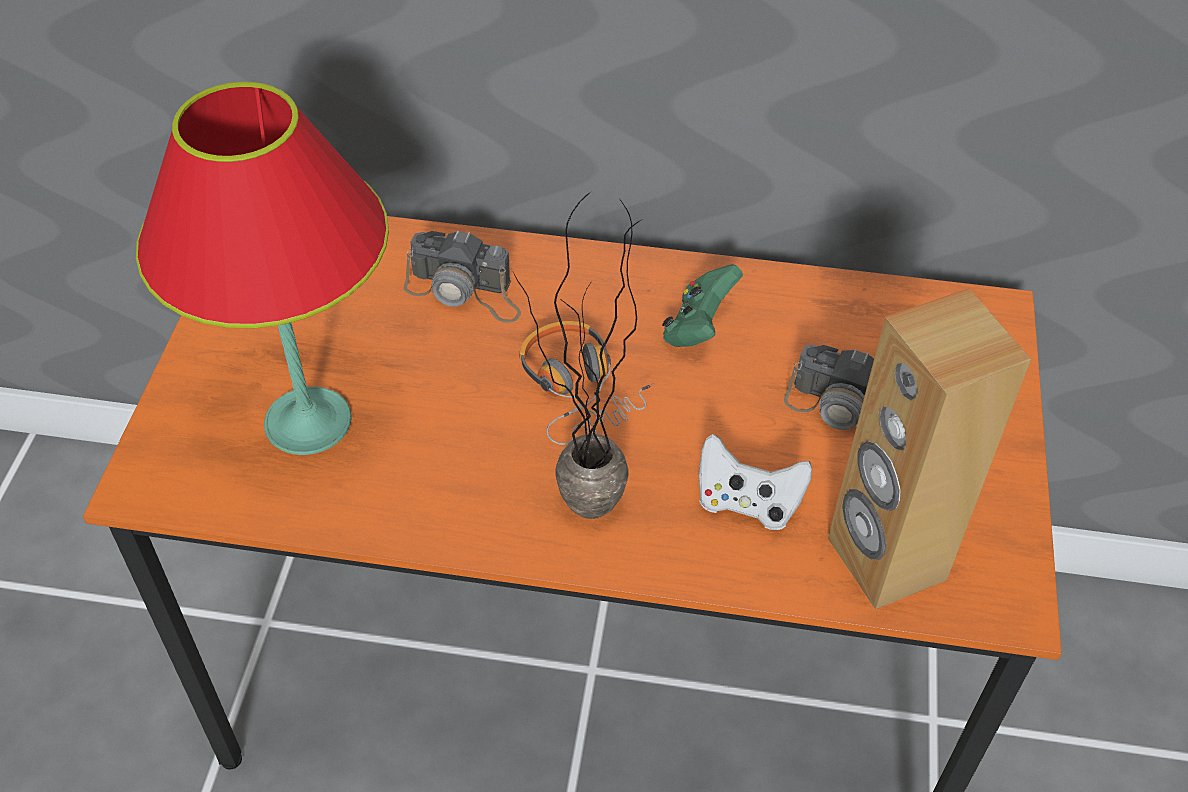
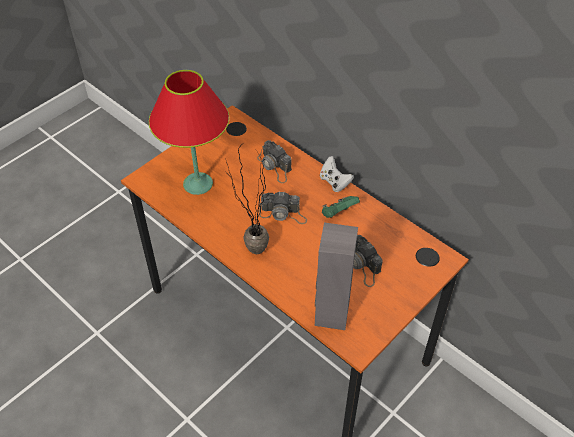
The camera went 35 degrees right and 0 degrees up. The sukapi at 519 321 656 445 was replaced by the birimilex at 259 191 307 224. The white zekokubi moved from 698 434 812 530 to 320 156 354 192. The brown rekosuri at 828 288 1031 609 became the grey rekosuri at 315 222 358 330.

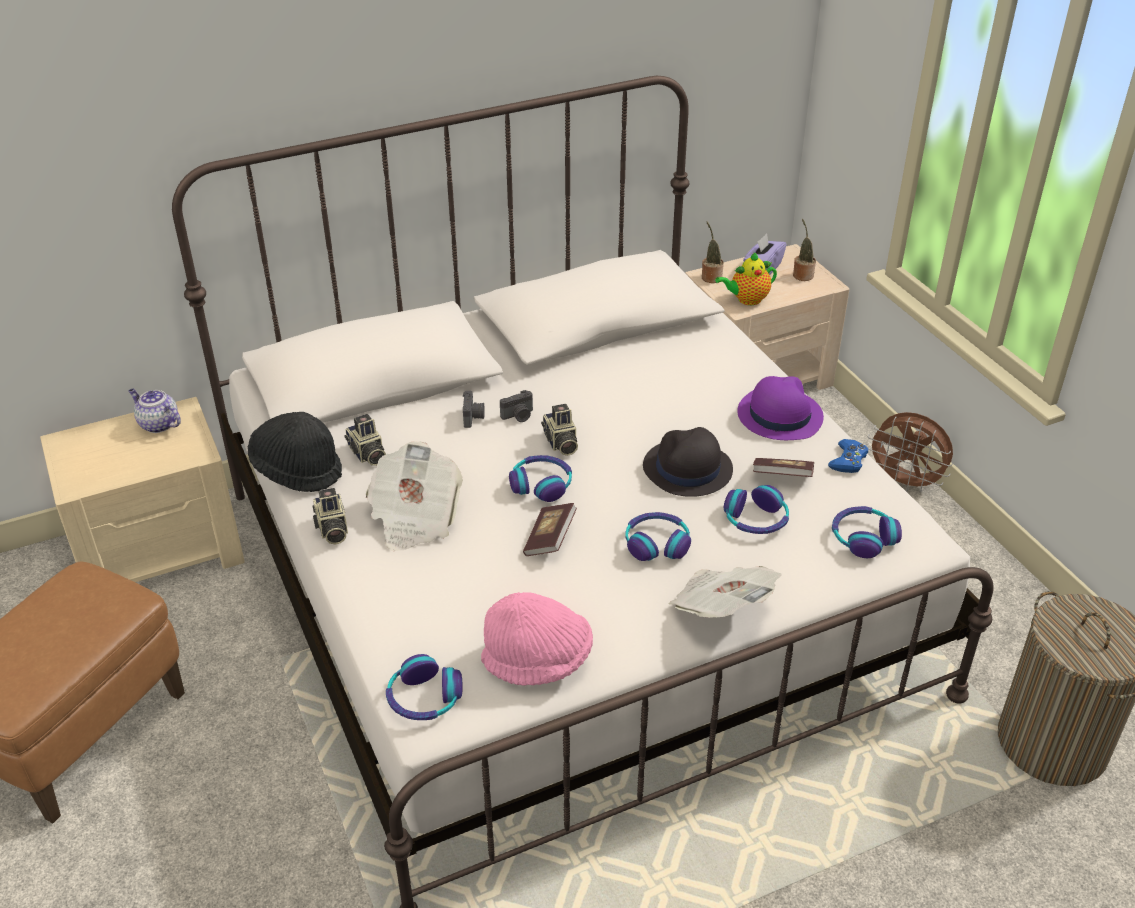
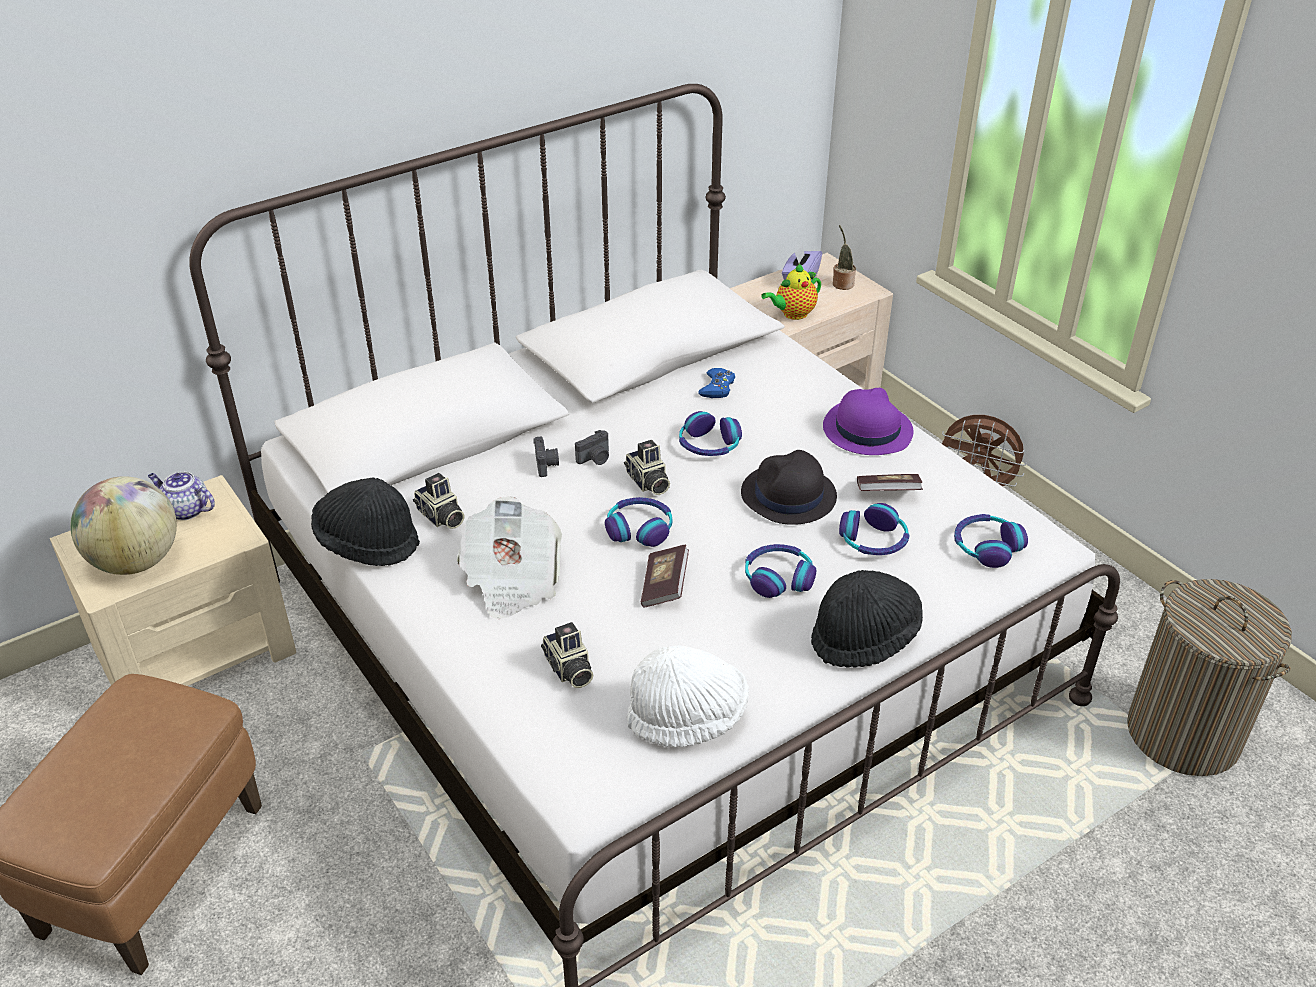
The camera went 10 degrees left and 0 degrees up. The birimilex moved from 313 488 348 545 to 541 622 593 688. The sukapi moved from 386 654 463 720 to 679 411 742 456. The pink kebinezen at 481 592 593 686 became the white kebinezen at 627 645 749 748. The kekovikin at 669 566 782 618 was replaced by the black kebinezen at 811 570 923 668. The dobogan at 702 222 724 283 disappeared. The blue zekokubi moved from 828 439 868 473 to 698 368 735 398. The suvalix at 70 476 177 575 appeared.

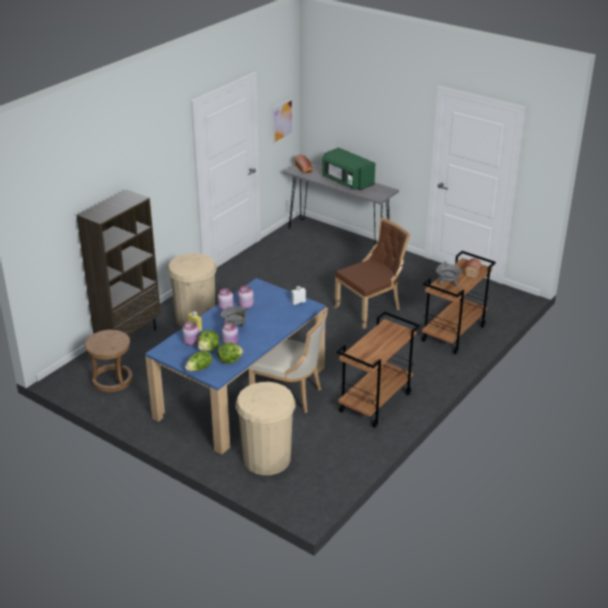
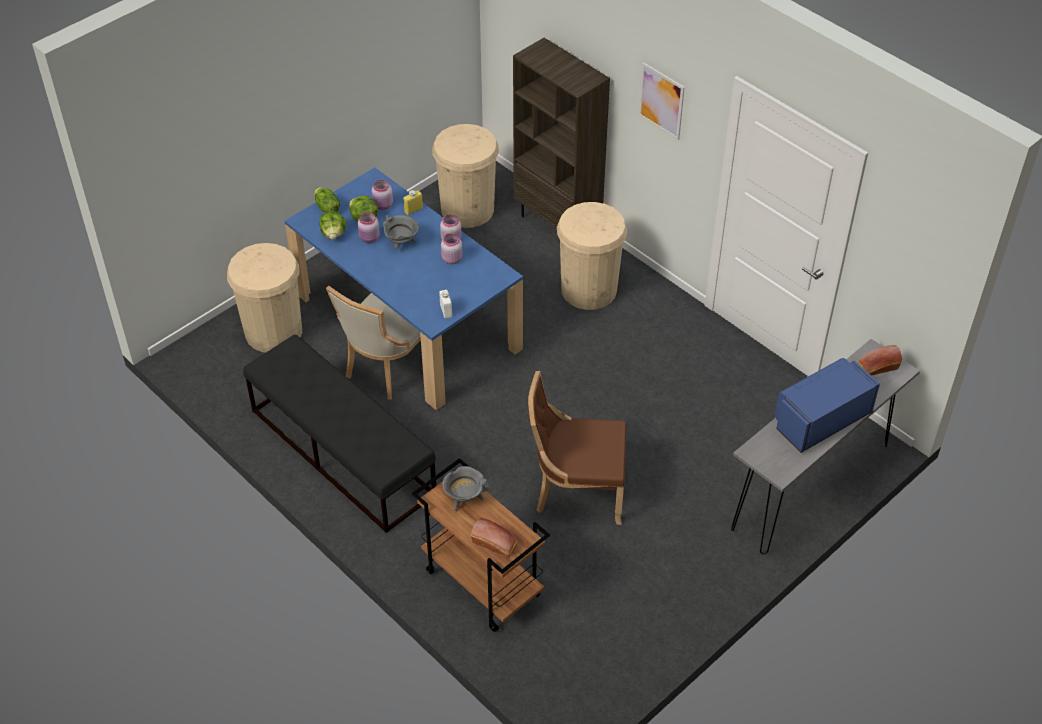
The camera went 100 degrees right and 15 degrees up. The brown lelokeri at 85 330 133 392 was replaced by the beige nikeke at 432 124 499 228. The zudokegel moved from 272 98 293 144 to 638 62 685 140. The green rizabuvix at 322 147 375 190 became the blue rizabuvix at 775 358 880 453. The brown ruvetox at 334 217 410 329 turned 120 degrees clockwise. The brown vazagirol at 336 311 420 427 was replaced by the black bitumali at 243 335 436 533.

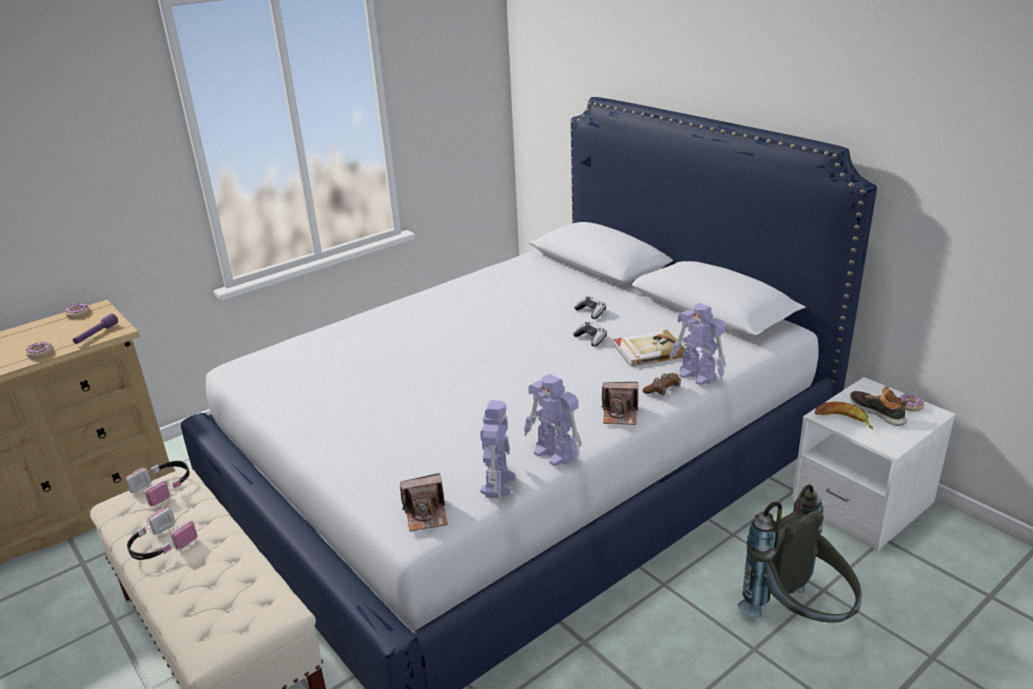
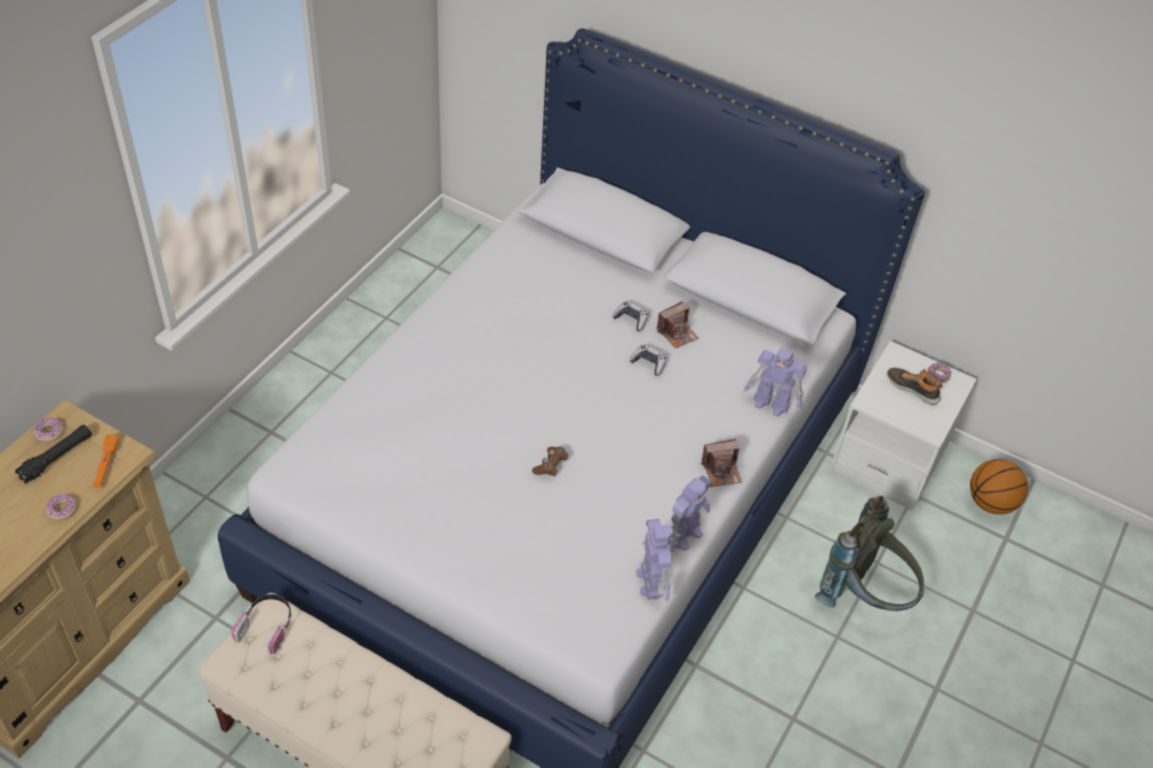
The camera went 25 degrees left and 20 degrees up. The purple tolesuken at 73 313 118 344 became the orange tolesuken at 93 434 120 488. The sukapi at 127 507 198 560 disappeared. The birimilex moved from 400 473 448 532 to 657 301 698 348. The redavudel at 524 374 582 466 turned 75 degrees counterclockwise. The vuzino at 614 330 686 367 disappeared. The brown zekokubi moved from 643 373 681 396 to 532 447 568 476. The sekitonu at 815 401 873 429 disappeared. The black tolesuken at 15 425 92 484 appeared. The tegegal at 970 459 1028 515 appeared.

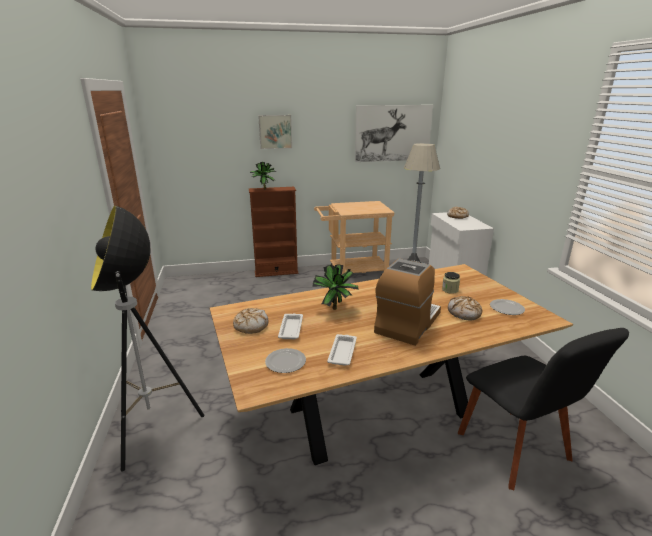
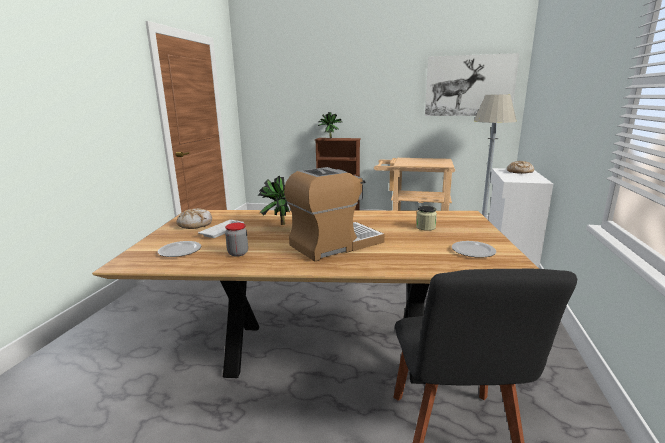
The camera went 25 degrees right and 5 degrees down. The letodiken at 91 205 204 472 disappeared. The zudokegel at 258 115 292 149 disappeared. The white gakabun at 327 334 357 366 was replaced by the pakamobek at 225 223 248 257. The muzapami at 448 296 482 320 disappeared.

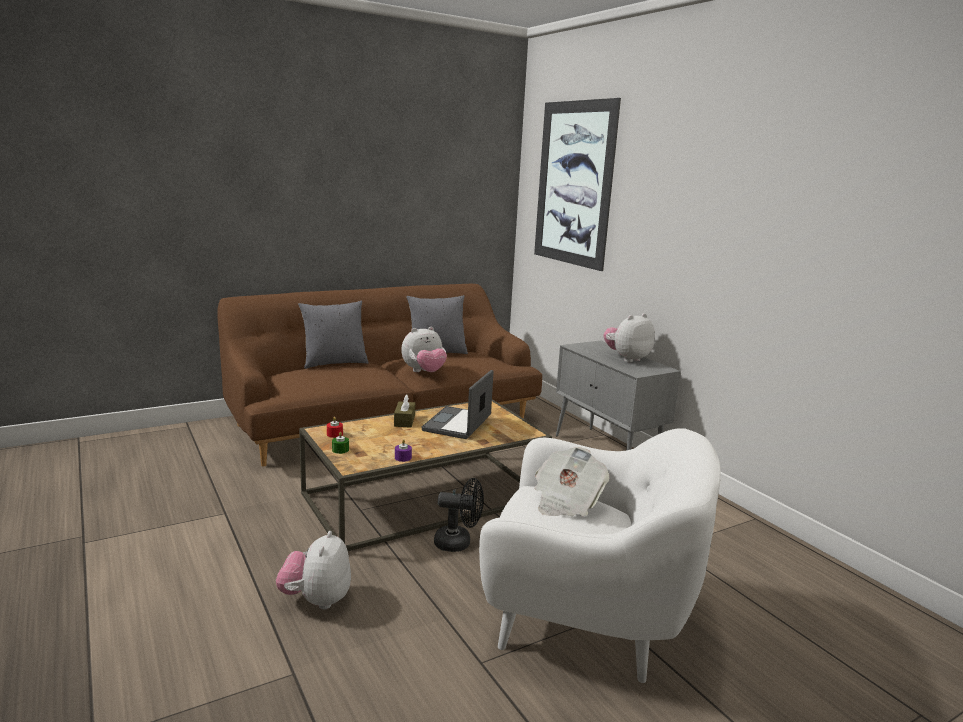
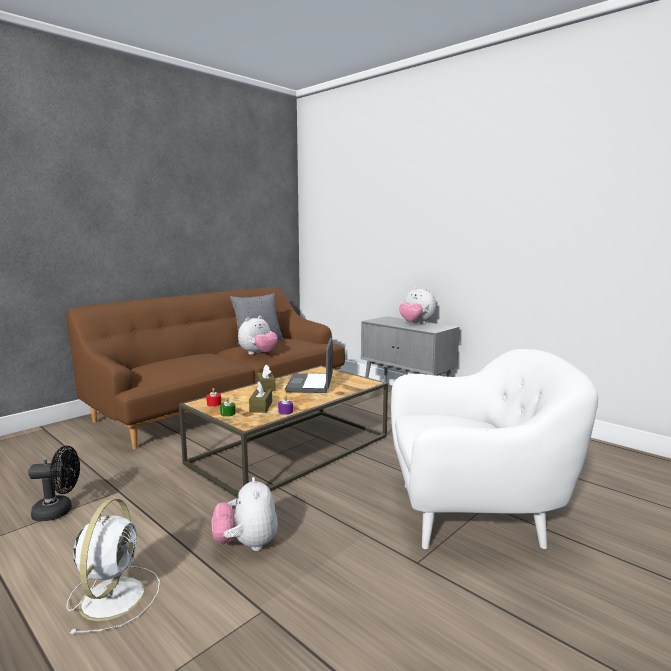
The camera went 15 degrees left and 5 degrees down. The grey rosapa at 298 301 369 369 disappeared. The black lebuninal moved from 434 478 484 552 to 28 446 80 521. The zudokegel at 534 98 621 271 disappeared. The kekovikin at 534 447 609 516 disappeared. The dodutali at 604 313 655 363 turned 90 degrees counterclockwise. The white lebuninal at 66 499 160 634 appeared. The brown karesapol at 249 382 272 413 appeared.

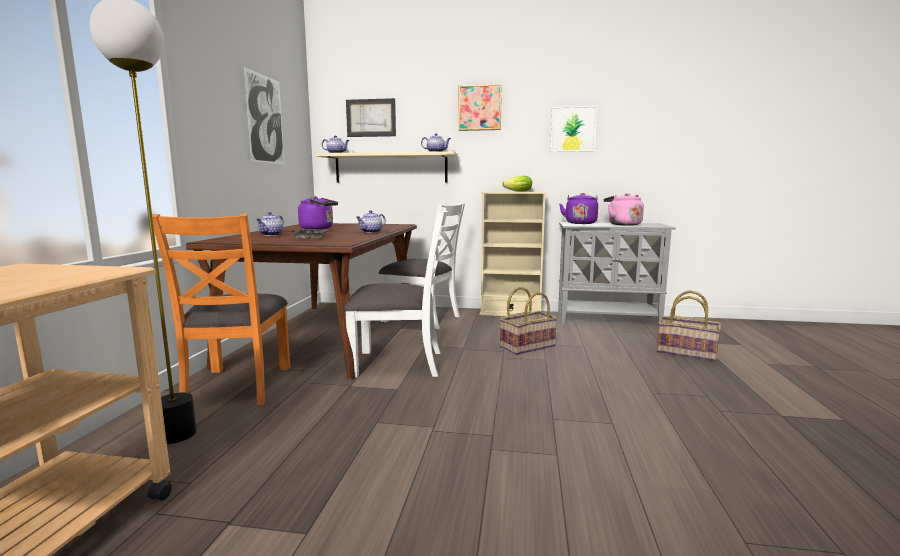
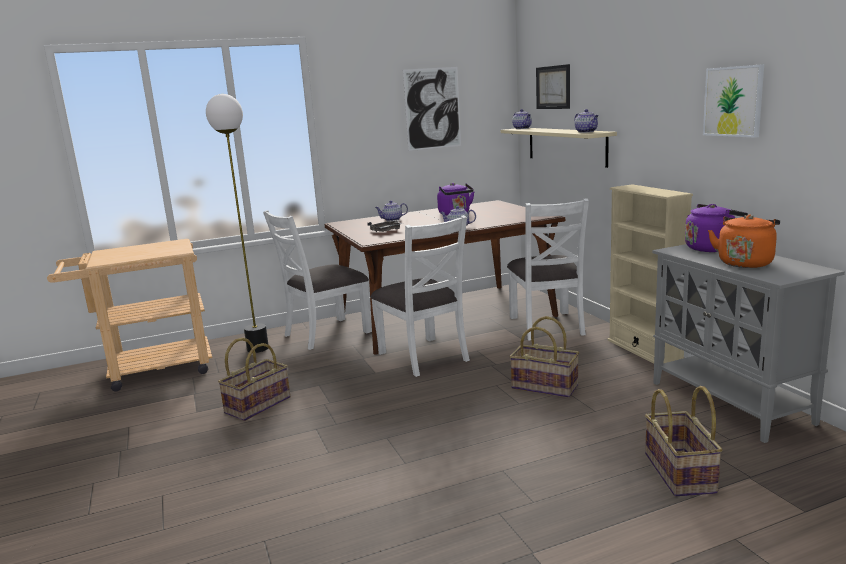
The camera went 60 degrees right and 5 degrees up. The orange ruvetox at 152 214 290 405 became the white ruvetox at 263 210 372 350. The zudokegel at 458 84 502 131 disappeared. The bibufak at 502 176 532 191 disappeared. The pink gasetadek at 604 193 644 226 became the orange gasetadek at 708 215 780 268. The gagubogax at 218 338 290 421 appeared.

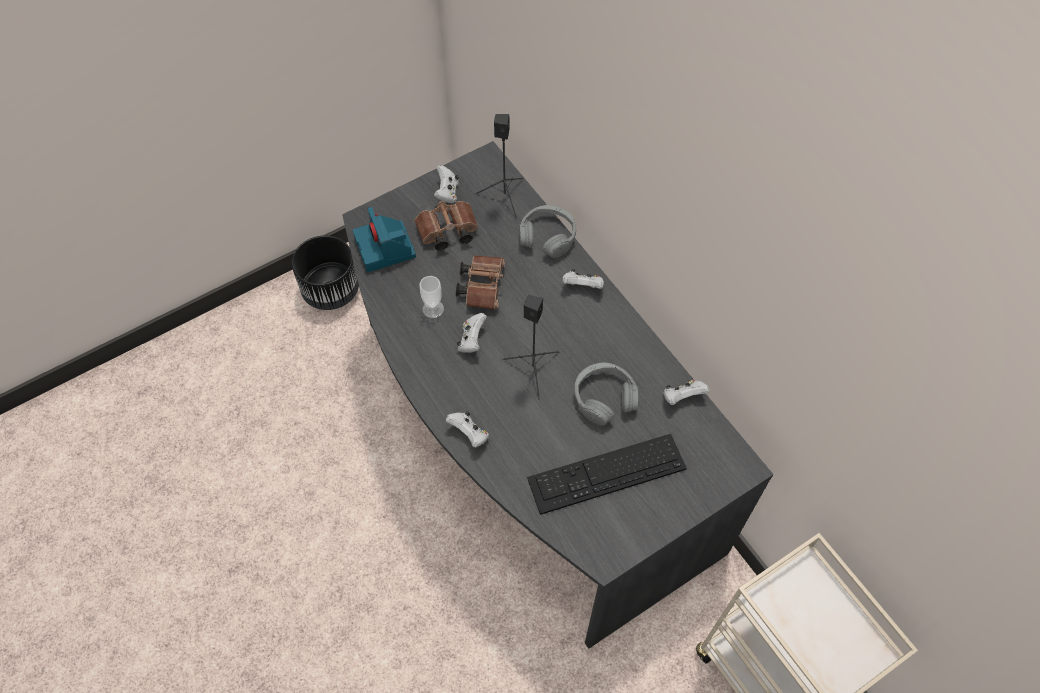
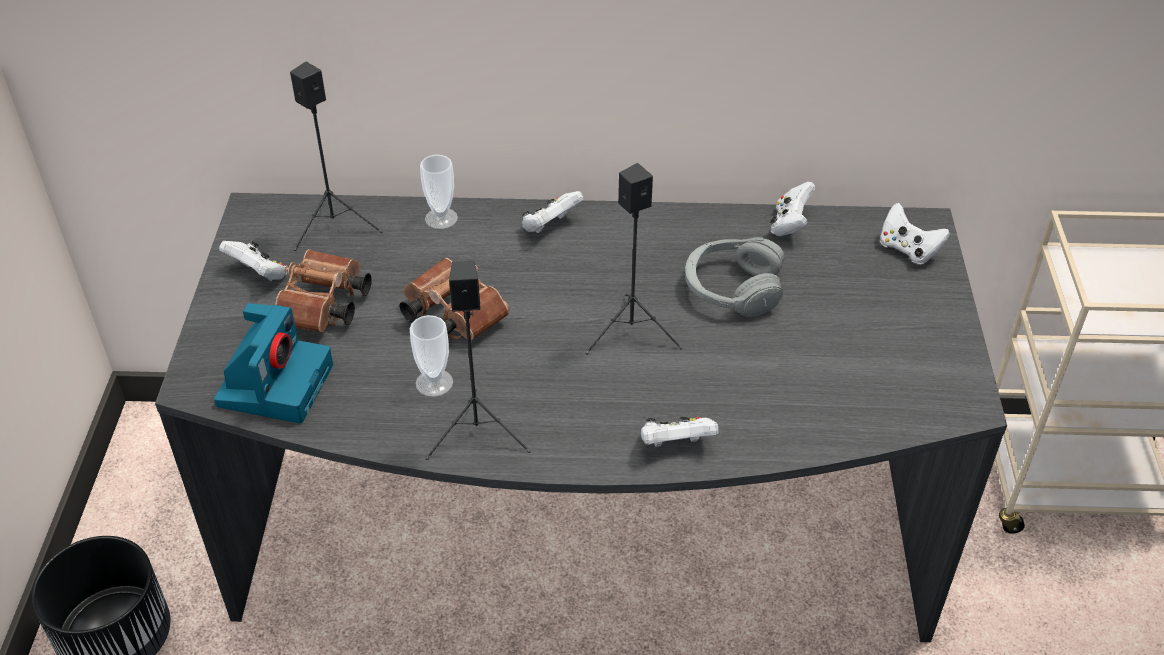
The camera went 55 degrees left and 15 degrees down. The birimilex at 353 207 416 272 turned 90 degrees counterclockwise. The white zekokubi moved from 457 313 487 353 to 880 203 950 265. The grey sukapi at 519 205 576 258 was replaced by the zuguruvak at 420 154 458 229. The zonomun at 527 434 687 515 disappeared. The black rekosuri at 425 261 531 460 appeared.

